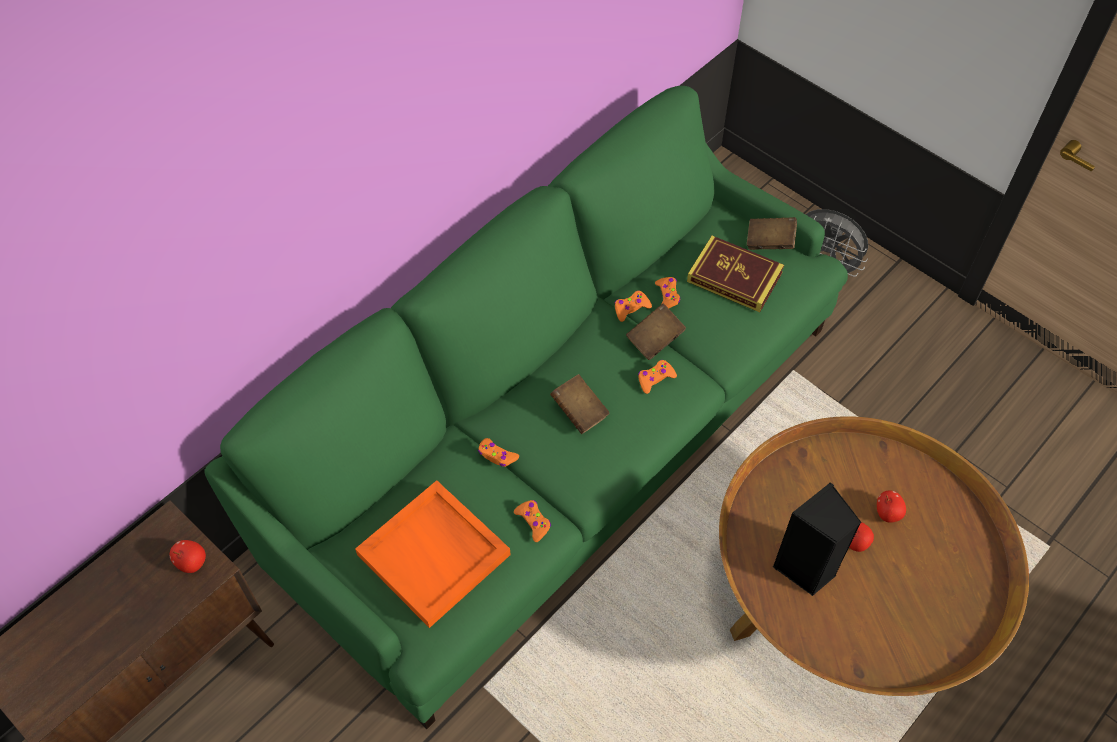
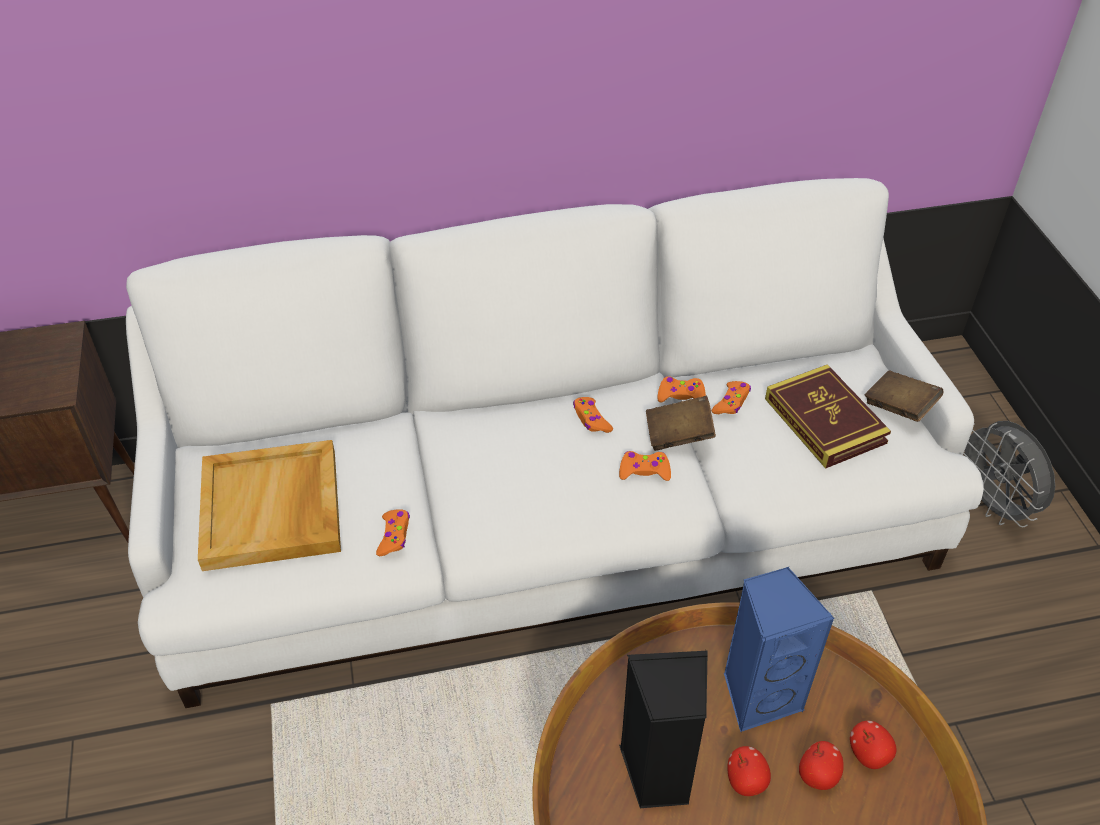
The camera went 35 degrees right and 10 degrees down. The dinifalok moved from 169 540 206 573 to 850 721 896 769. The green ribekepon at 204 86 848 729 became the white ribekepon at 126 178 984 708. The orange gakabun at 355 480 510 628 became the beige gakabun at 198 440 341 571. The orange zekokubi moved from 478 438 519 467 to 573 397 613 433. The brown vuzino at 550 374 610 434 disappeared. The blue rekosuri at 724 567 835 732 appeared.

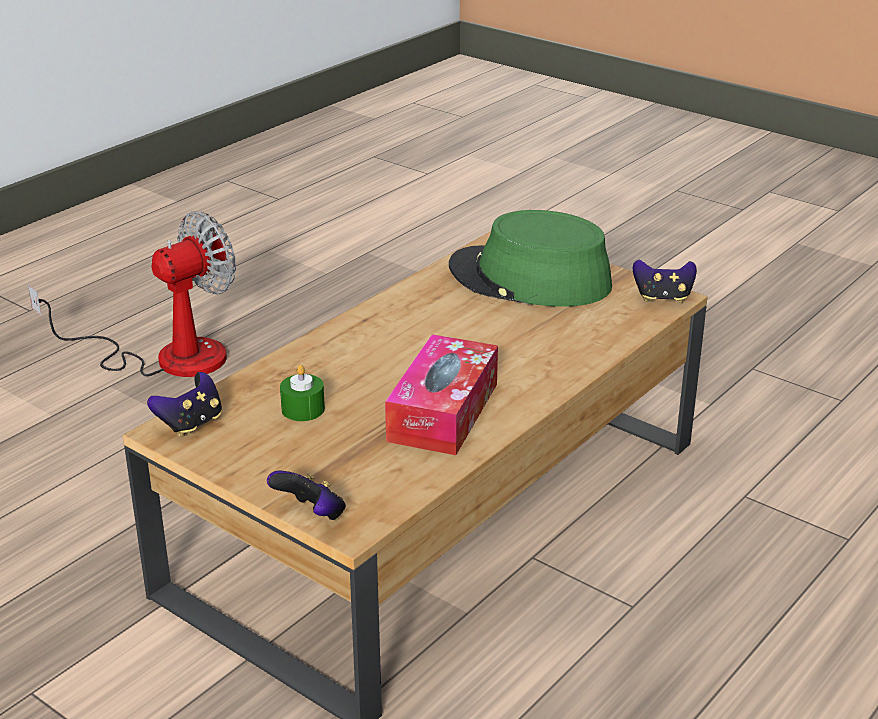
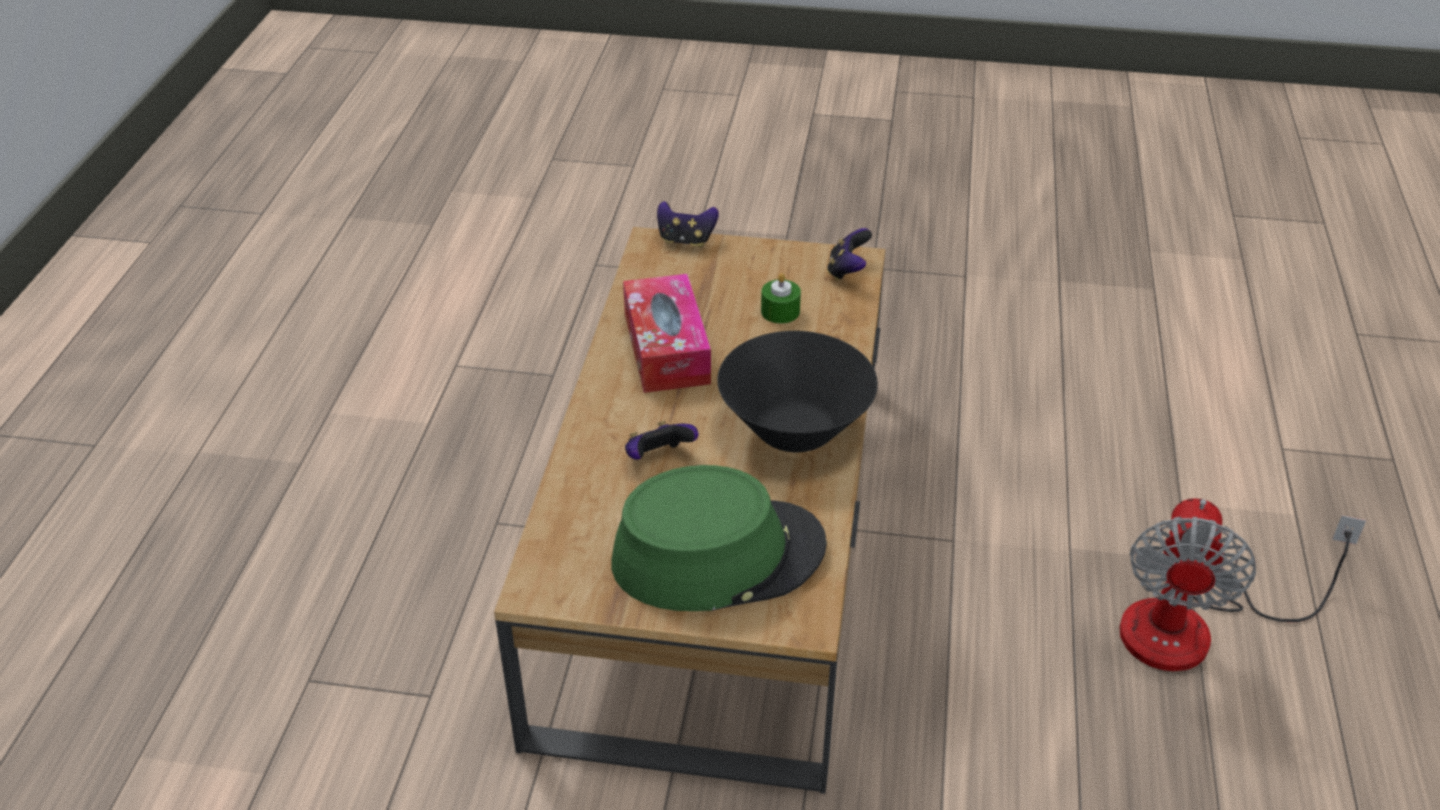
The camera went 150 degrees right and 10 degrees up. The zekokubi moved from 633 260 697 303 to 625 421 698 460. The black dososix at 717 331 878 452 appeared.

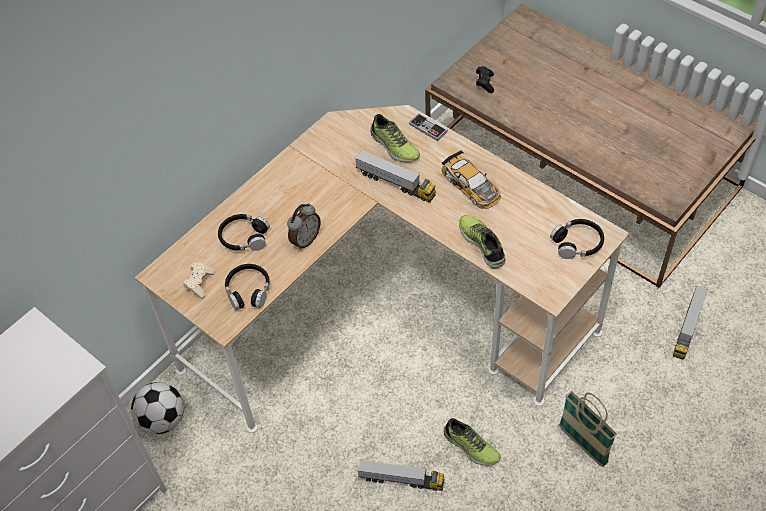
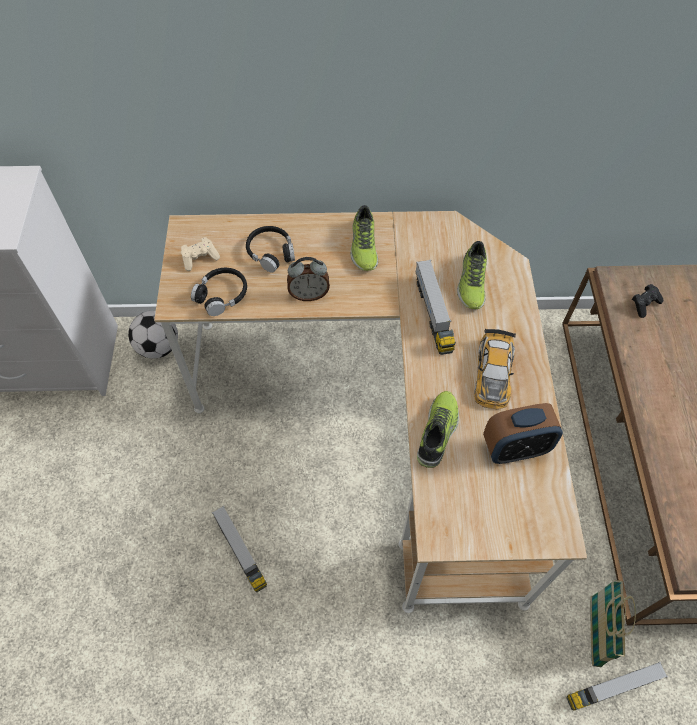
The camera went 45 degrees right and 5 degrees up. The zekokubi at 409 113 448 141 disappeared. The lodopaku moved from 443 418 501 466 to 350 205 378 271. The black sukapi at 550 219 604 259 disappeared. The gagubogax moved from 559 391 617 467 to 590 580 636 668. The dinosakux at 483 403 563 464 appeared.

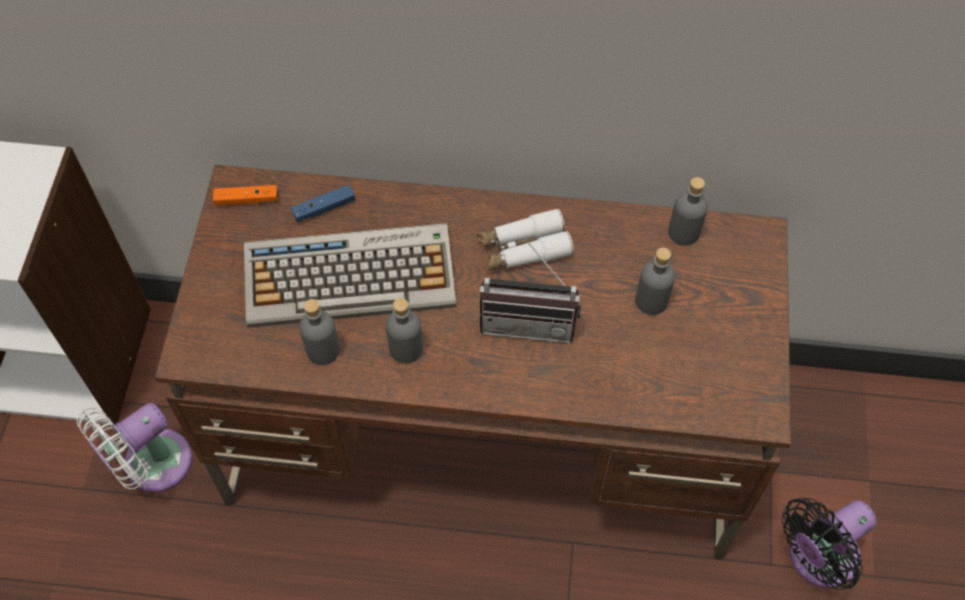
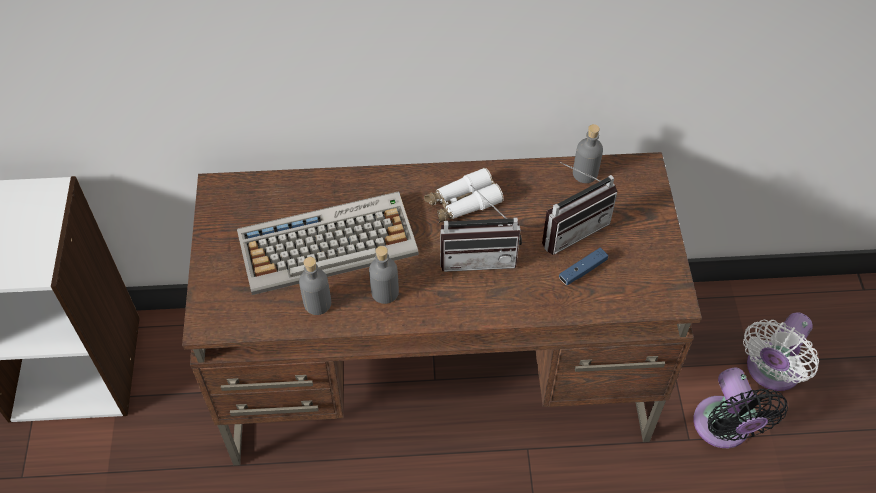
The camera went 10 degrees left and 5 degrees down. The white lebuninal moved from 77 403 192 492 to 743 312 819 391. The orange zekokubi at 213 185 278 206 disappeared. The blue zekokubi moved from 291 185 355 222 to 559 248 608 286. The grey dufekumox at 635 248 675 315 was replaced by the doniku at 542 162 618 255. The black lebuninal at 782 498 876 590 turned 60 degrees counterclockwise.

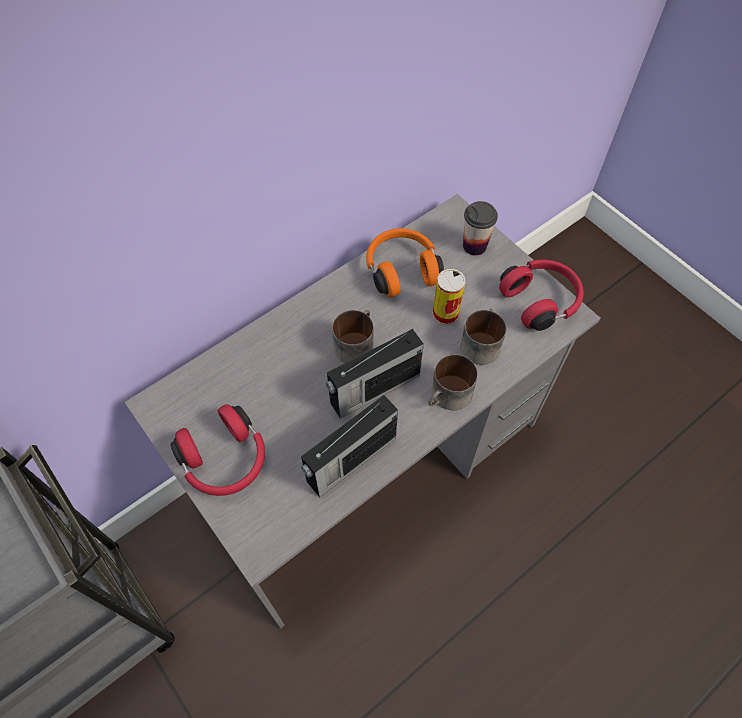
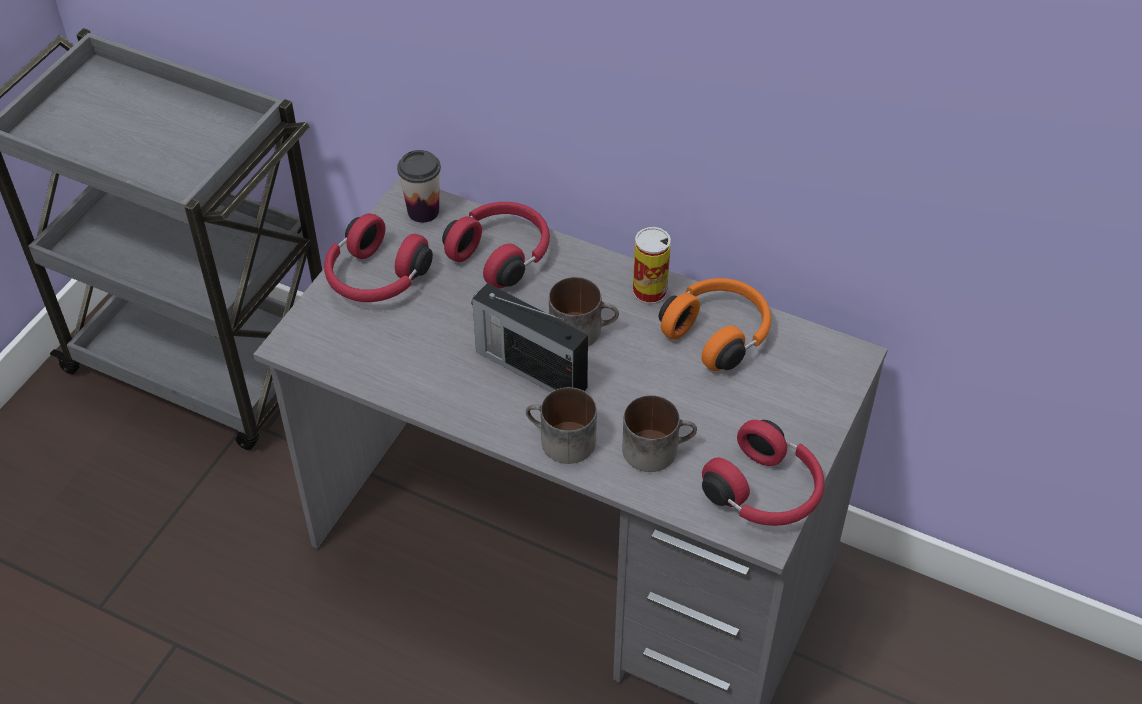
The camera went 65 degrees right and 10 degrees down. The doniku at 301 395 398 497 disappeared. The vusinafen moved from 433 269 466 325 to 633 227 671 305. The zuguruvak moved from 463 201 498 255 to 397 150 441 223. The red sukapi at 442 202 550 289 appeared.

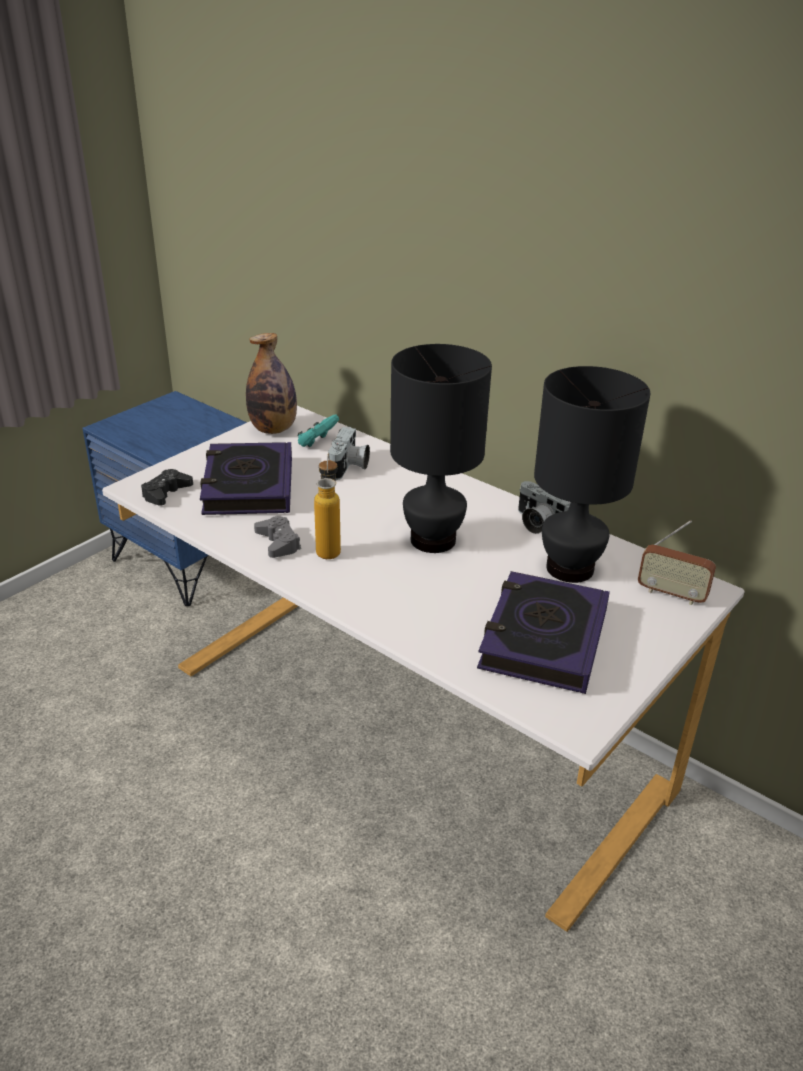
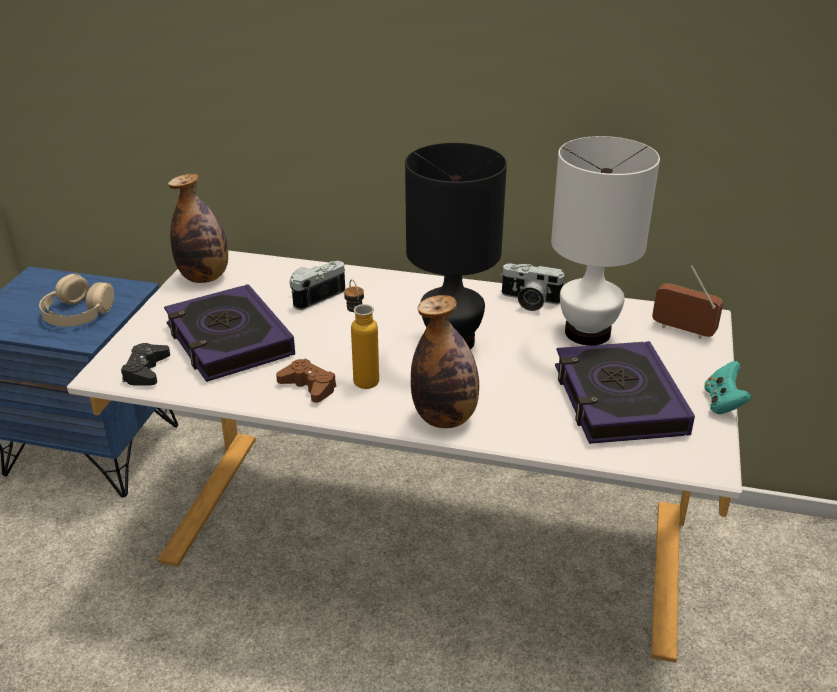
The camera went 25 degrees left and 0 degrees up. The grey zekokubi at 254 516 301 558 became the brown zekokubi at 276 359 336 403. The turquoise zekokubi moved from 297 414 339 447 to 704 361 751 414. The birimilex at 328 427 370 480 turned 120 degrees counterclockwise. The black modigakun at 534 366 650 583 became the white modigakun at 551 136 660 346. The doniku at 638 520 716 605 turned 150 degrees counterclockwise. The beige sukapi at 39 273 114 327 appeared. The dufekumox at 411 295 479 428 appeared.

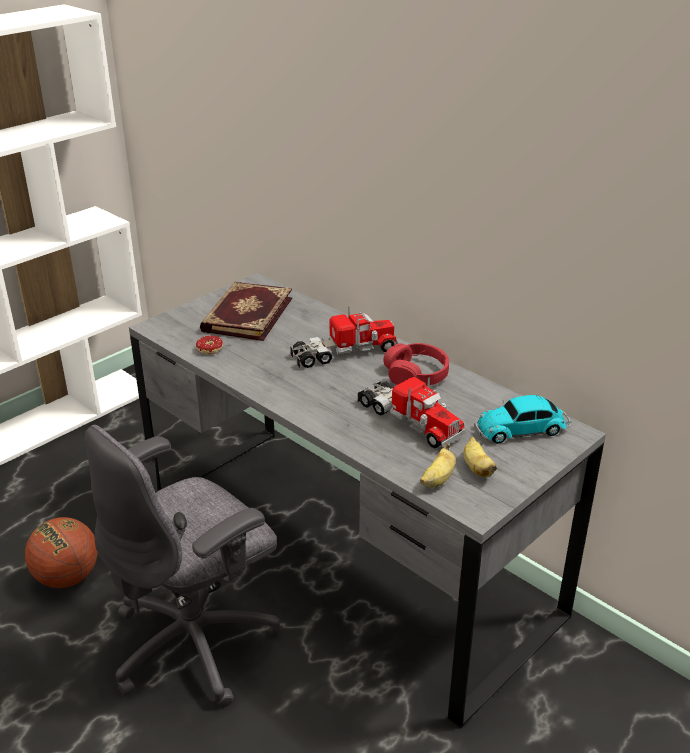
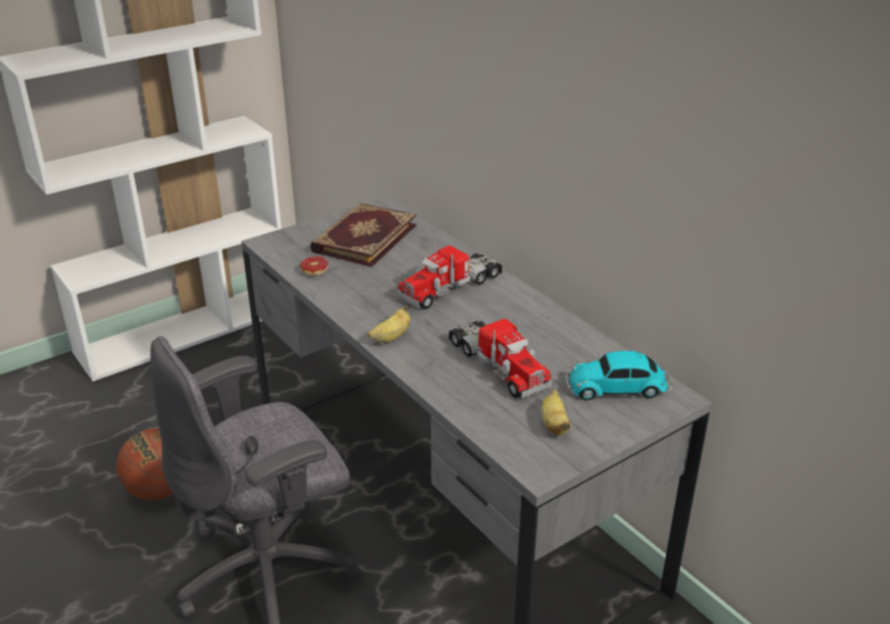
The camera went 10 degrees right and 0 degrees up. The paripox at 290 306 398 368 turned 150 degrees clockwise. The red sukapi at 384 343 449 386 disappeared. The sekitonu moved from 420 444 456 488 to 367 305 411 343.

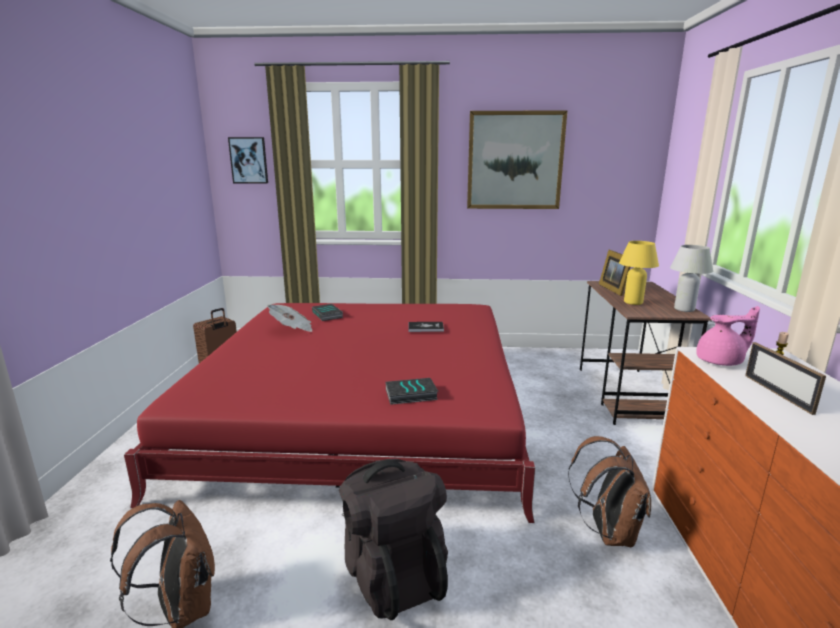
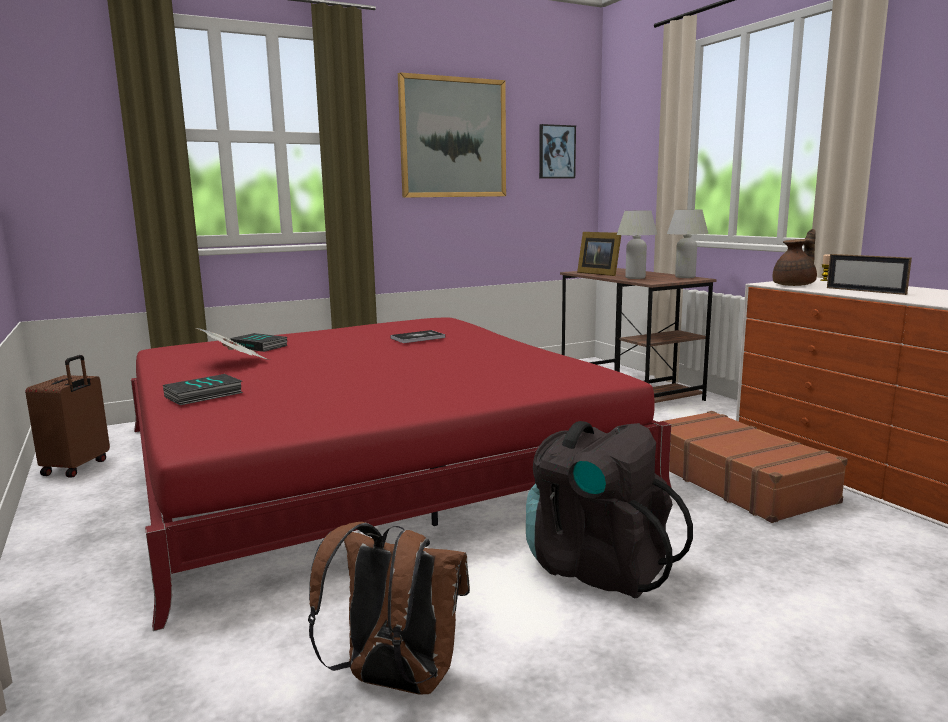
The camera went 30 degrees left and 5 degrees down. The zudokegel moved from 228 137 268 183 to 539 124 576 178. The vuzino moved from 386 378 439 405 to 163 374 243 405. The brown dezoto at 568 436 651 548 was replaced by the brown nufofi at 660 411 848 523. The yellow modigakun at 619 241 659 305 became the white modigakun at 617 210 657 279. The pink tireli at 696 306 760 366 became the brown tireli at 772 229 817 286.

